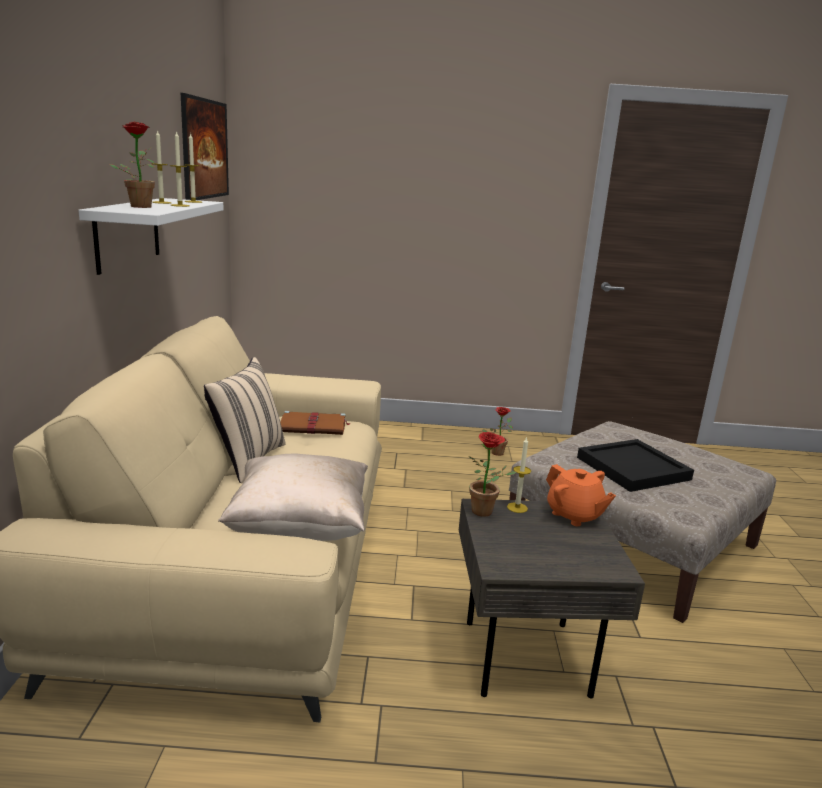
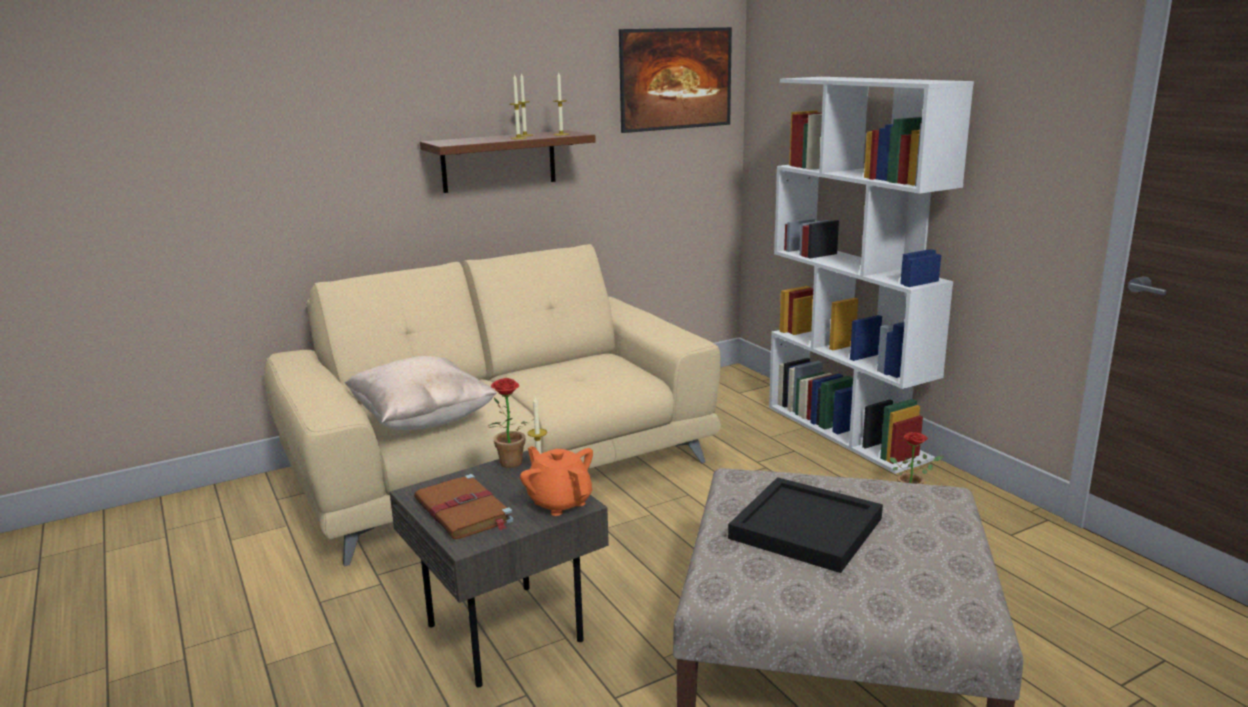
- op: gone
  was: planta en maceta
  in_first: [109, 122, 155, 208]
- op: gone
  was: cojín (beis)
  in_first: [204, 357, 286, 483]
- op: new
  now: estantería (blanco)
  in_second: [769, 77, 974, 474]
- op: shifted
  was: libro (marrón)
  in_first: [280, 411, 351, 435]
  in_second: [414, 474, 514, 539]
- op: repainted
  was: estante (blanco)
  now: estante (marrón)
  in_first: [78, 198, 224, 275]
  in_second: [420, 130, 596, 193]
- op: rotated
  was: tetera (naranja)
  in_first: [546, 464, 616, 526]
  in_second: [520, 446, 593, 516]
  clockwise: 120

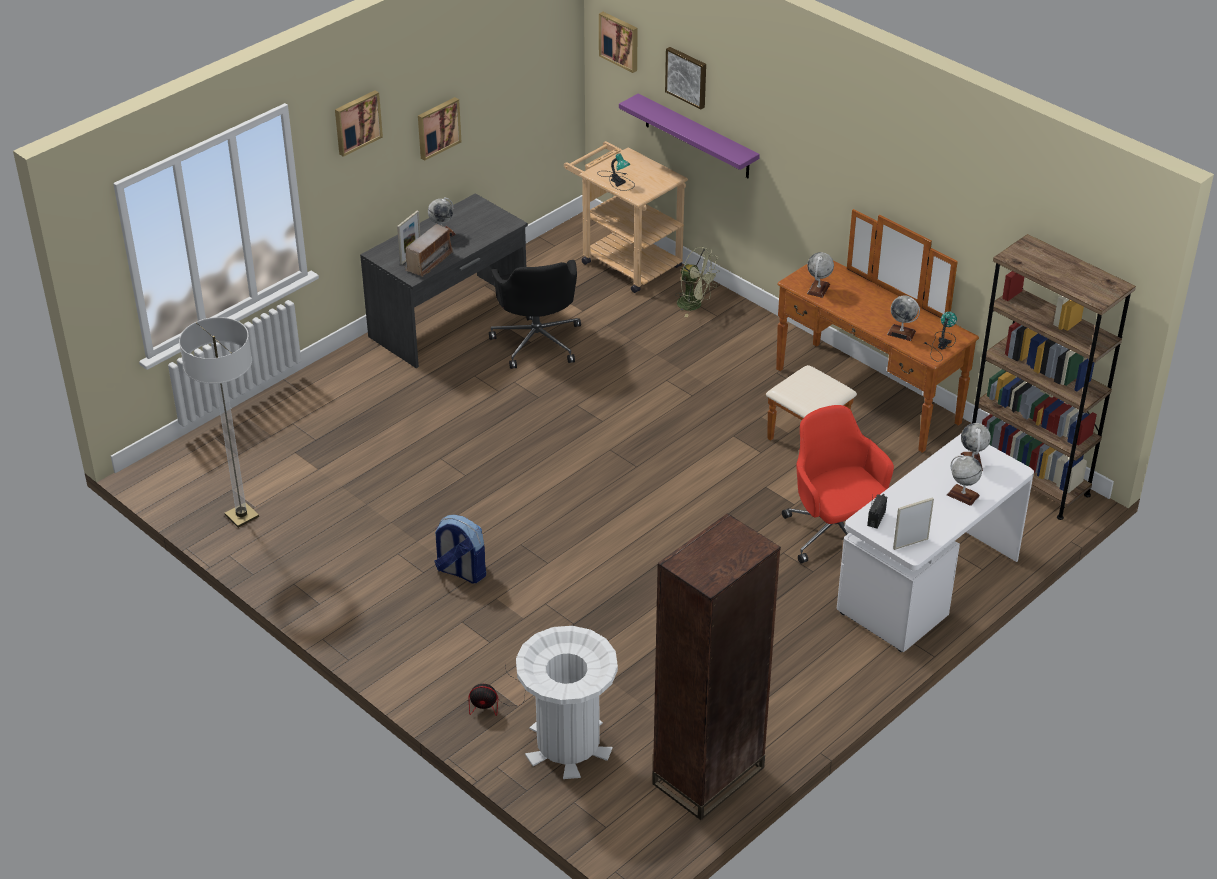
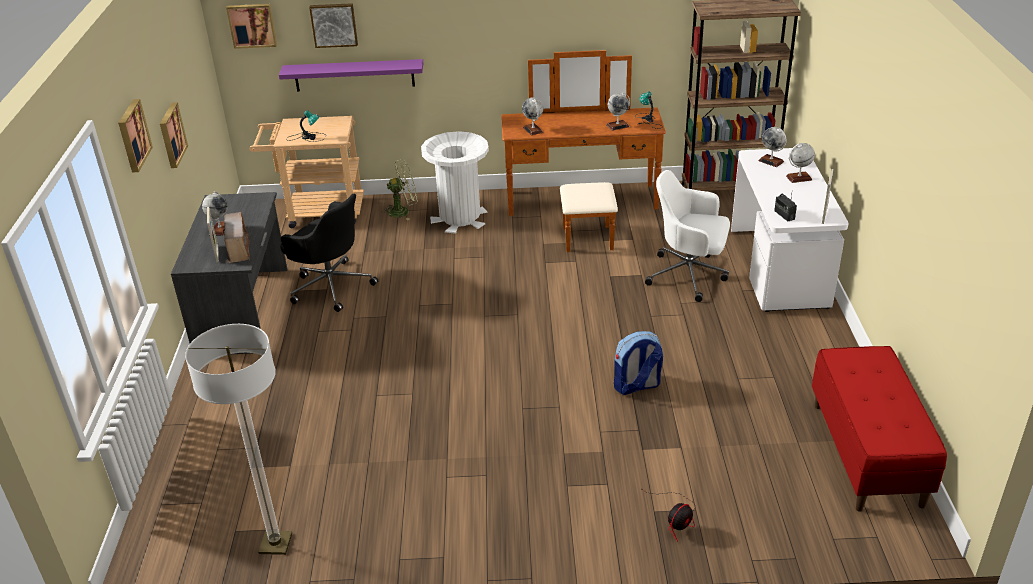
- op: shifted
  was: mochila
  in_first: [434, 515, 486, 584]
  in_second: [614, 331, 663, 395]
- op: shifted
  was: papelera (blanco)
  in_first: [516, 626, 618, 779]
  in_second: [421, 131, 489, 234]
- op: swapped
  was: estantería (marrón)
  now: banco (rojo)
  in_first: [652, 513, 781, 820]
  in_second: [812, 346, 947, 511]
- op: repainted
  was: silla de oficina (rojo)
  now: silla de oficina (blanco)
  in_first: [782, 405, 894, 564]
  in_second: [645, 170, 730, 302]

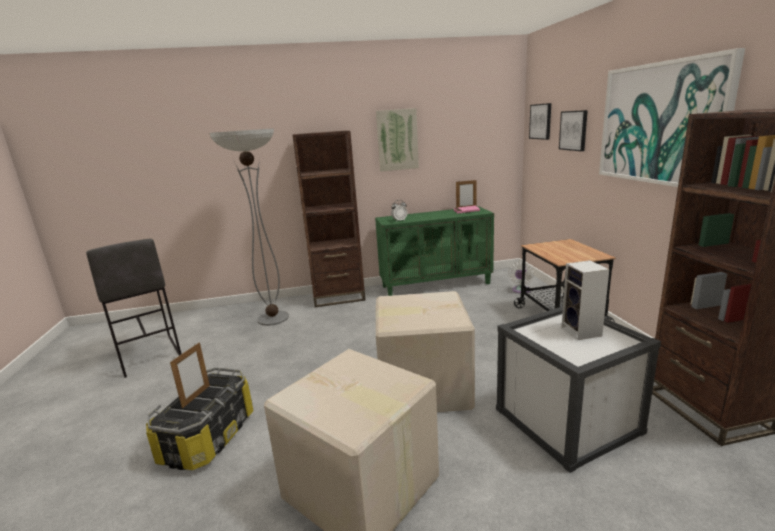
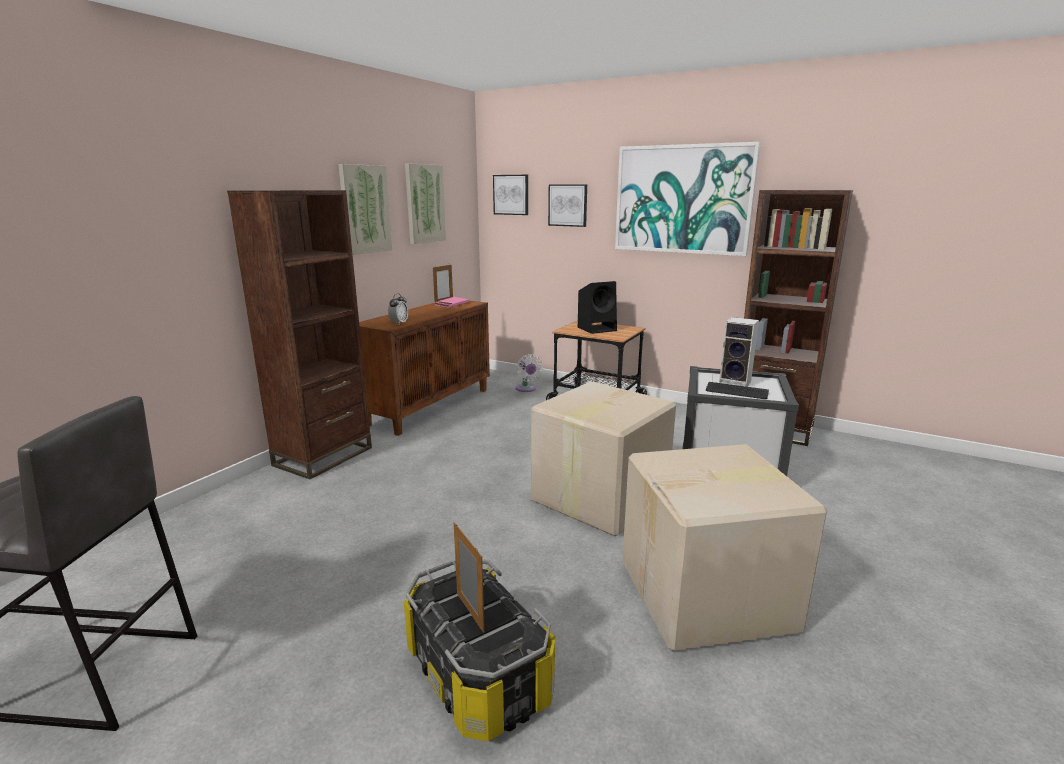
- op: gone
  was: lámpara de pie
  in_first: [209, 128, 289, 326]
- op: new
  now: cuadro
  in_second: [405, 163, 446, 244]
- op: new
  now: altavoz (negro)
  in_second: [578, 281, 617, 334]
- op: new
  now: teclado
  in_second: [706, 382, 769, 399]
- op: repainted
  was: armario (verde)
  now: armario (marrón)
  in_first: [375, 207, 494, 296]
  in_second: [359, 301, 490, 436]

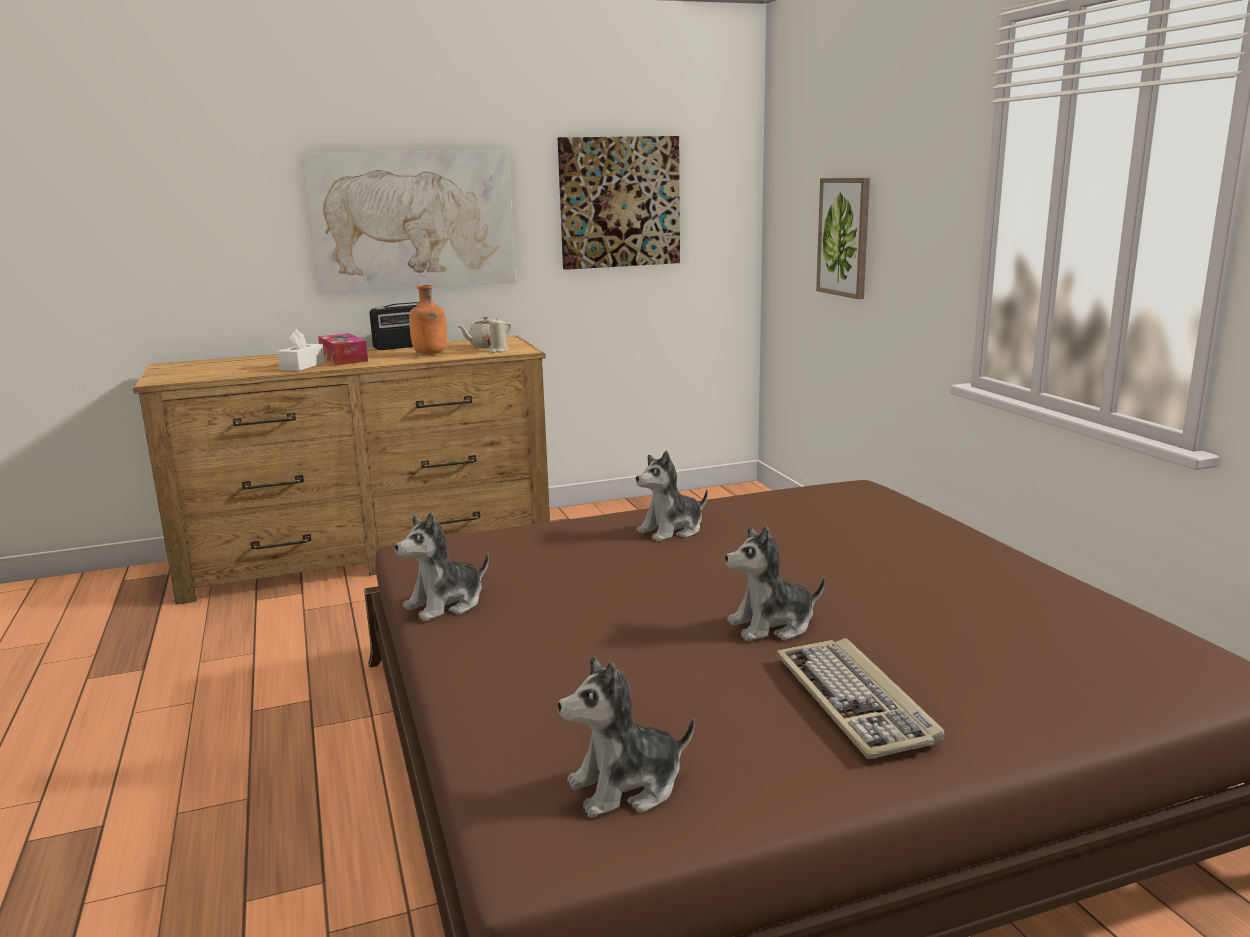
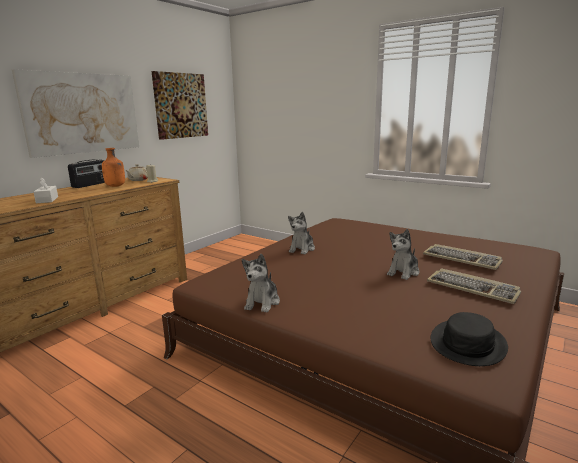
- op: gone
  was: caja de pañuelos
  in_first: [318, 333, 368, 365]
- op: gone
  was: cuadro
  in_first: [816, 178, 870, 299]
- op: new
  now: teclado
  in_second: [423, 244, 503, 270]
- op: swapped
  was: peluche
  now: sombrero (negro)
  in_first: [558, 656, 695, 818]
  in_second: [431, 312, 508, 366]

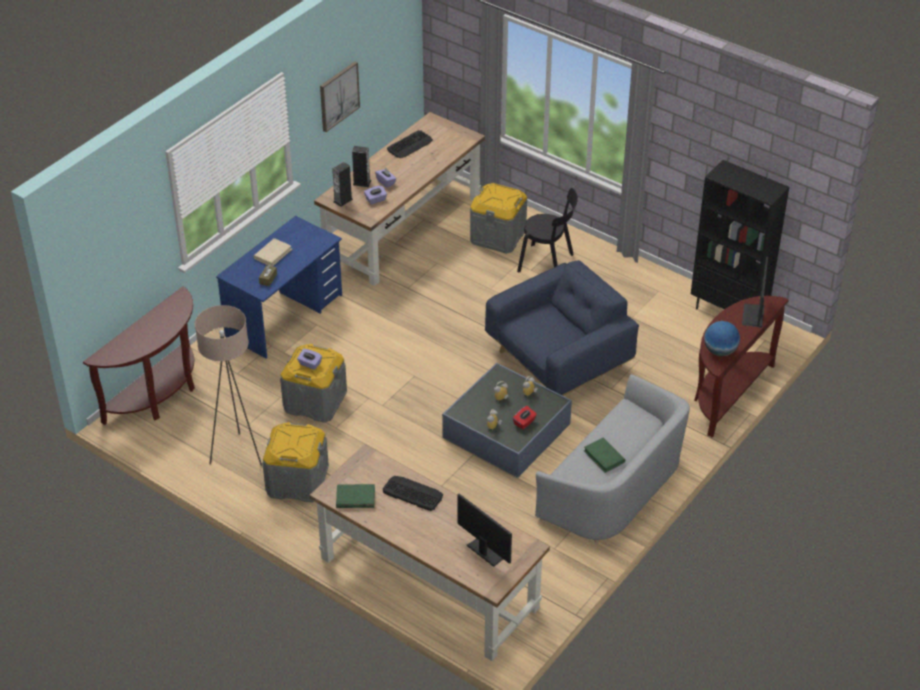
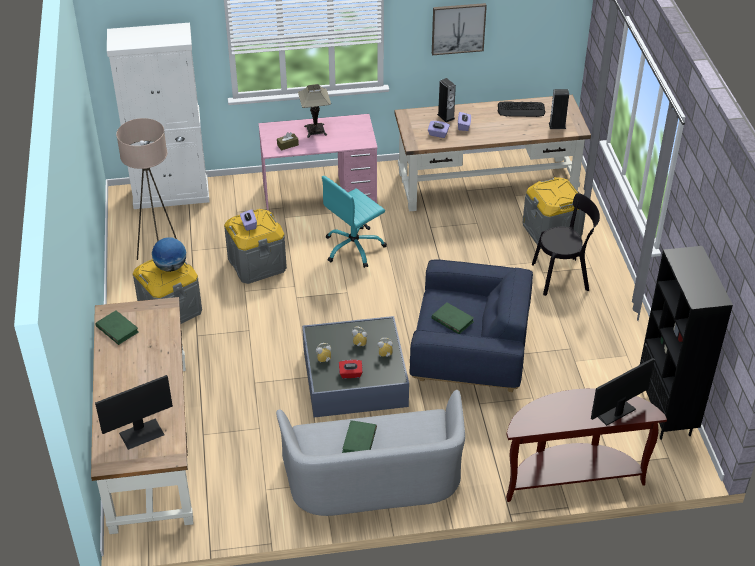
- op: gone
  was: teclado
  in_first: [383, 476, 443, 511]
- op: new
  now: silla de oficina (turquesa)
  in_second: [322, 176, 387, 268]
- op: new
  now: libro (verde)
  in_second: [432, 303, 474, 334]
- op: shifted
  was: altavoz
  in_first: [332, 162, 353, 207]
  in_second: [549, 89, 569, 129]
- op: shifted
  was: globo terráqueo
  in_first: [704, 321, 740, 356]
  in_second: [152, 237, 186, 272]
- op: swapped
  was: mesa consola (marrón)
  now: armario (blanco)
  in_first: [83, 286, 195, 425]
  in_second: [107, 23, 210, 209]
- op: swapped
  was: libro (beis)
  now: lámpara de mesa
  in_first: [254, 238, 292, 266]
  in_second: [298, 84, 331, 138]
- op: repainted
  was: escritorio (azul)
  now: escritorio (rosa)
  in_first: [216, 216, 342, 359]
  in_second: [259, 114, 378, 211]
- op: rotated
  was: monitor
  in_first: [457, 494, 512, 567]
  in_second: [95, 375, 173, 450]
  clockwise: 60
- op: rotated
  was: silla (negro)
  in_first: [517, 188, 578, 272]
  in_second: [532, 193, 600, 296]
  clockwise: -75

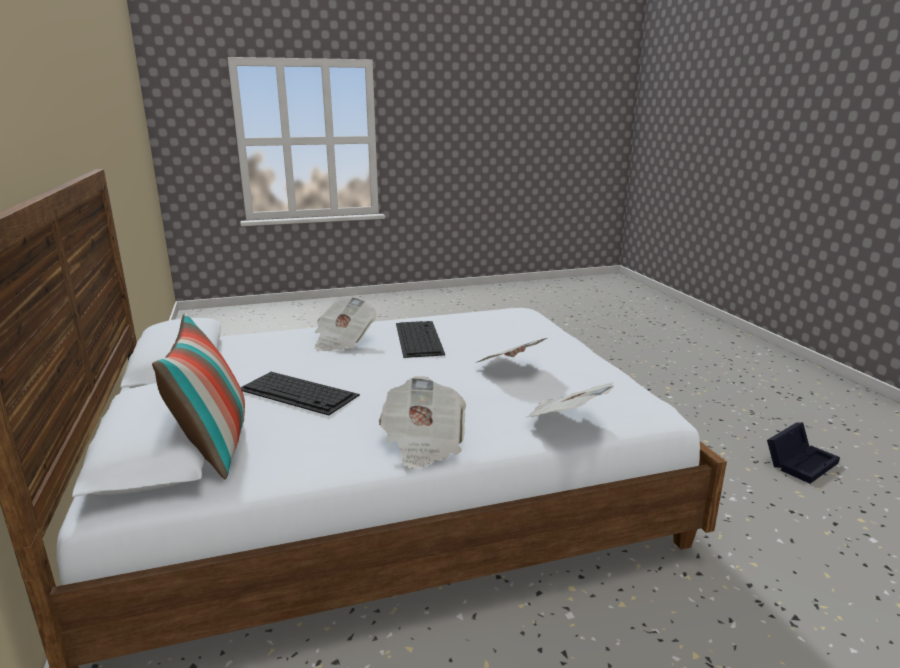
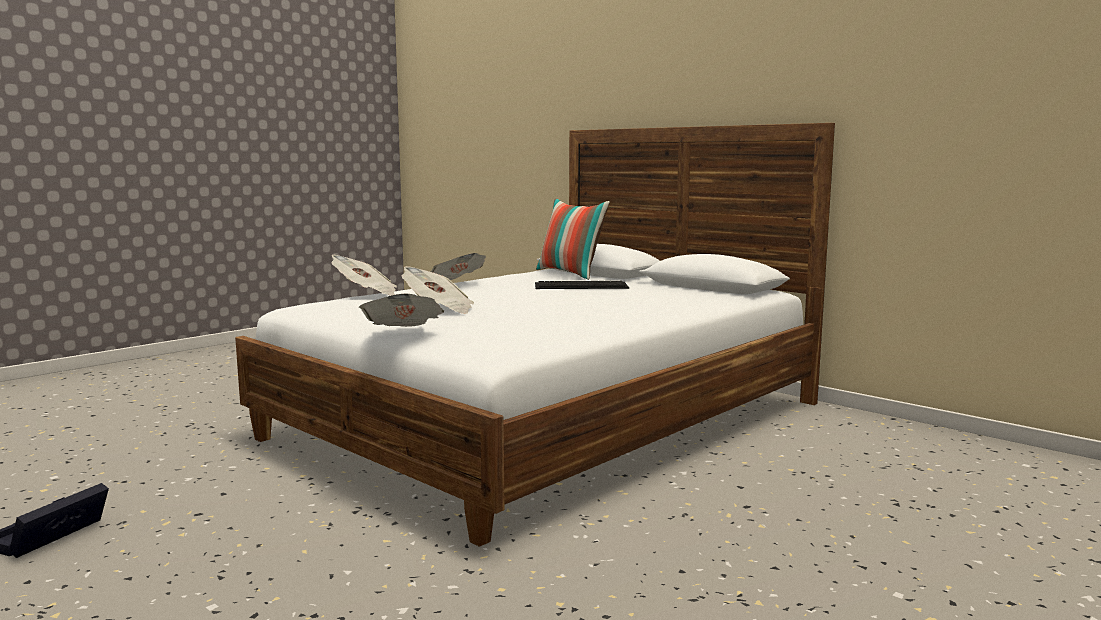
- op: gone
  was: teclado
  in_first: [396, 321, 445, 358]
- op: shifted
  was: periódico
  in_first: [314, 297, 376, 351]
  in_second: [359, 294, 444, 327]

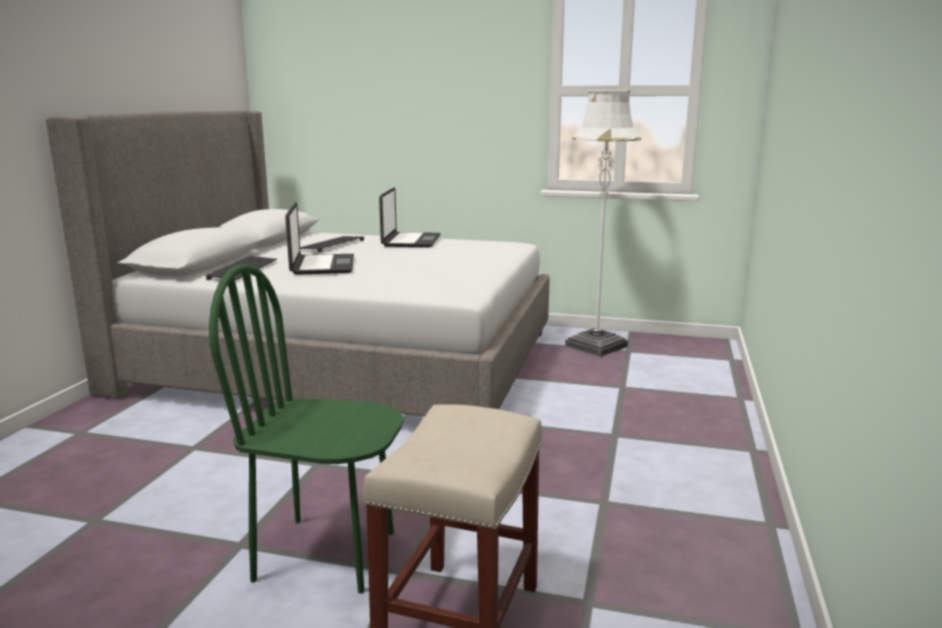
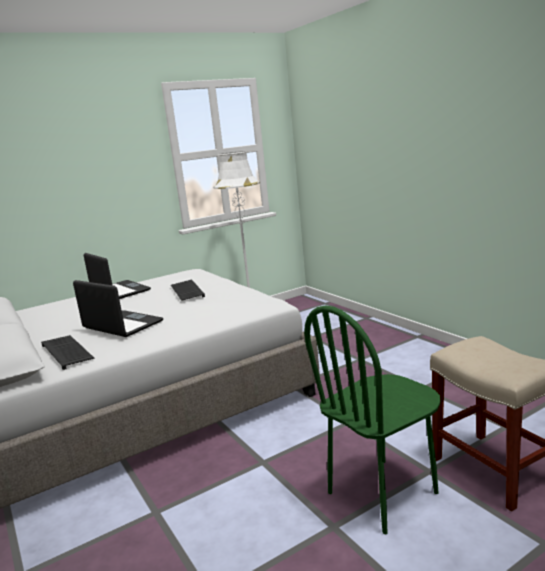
- op: shifted
  was: teclado
  in_first: [300, 236, 364, 252]
  in_second: [171, 279, 205, 301]

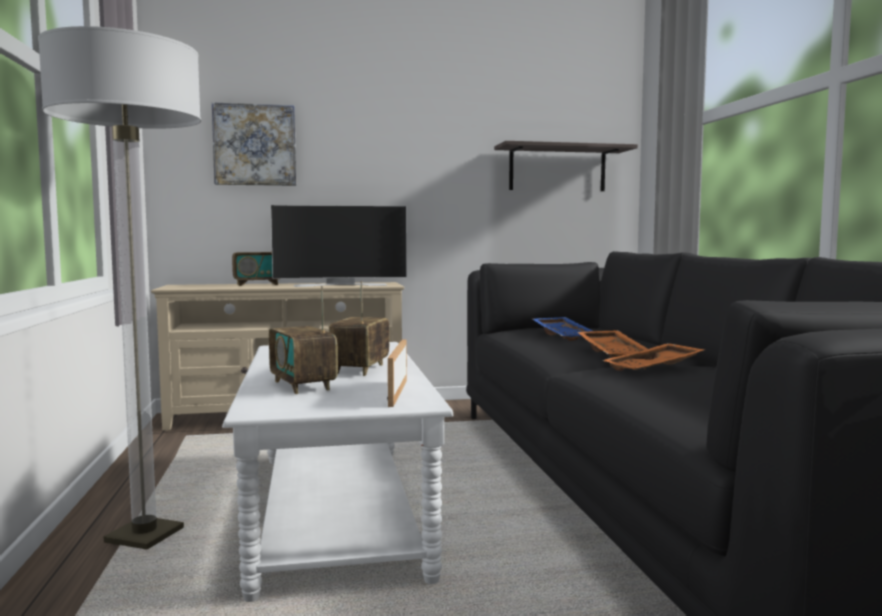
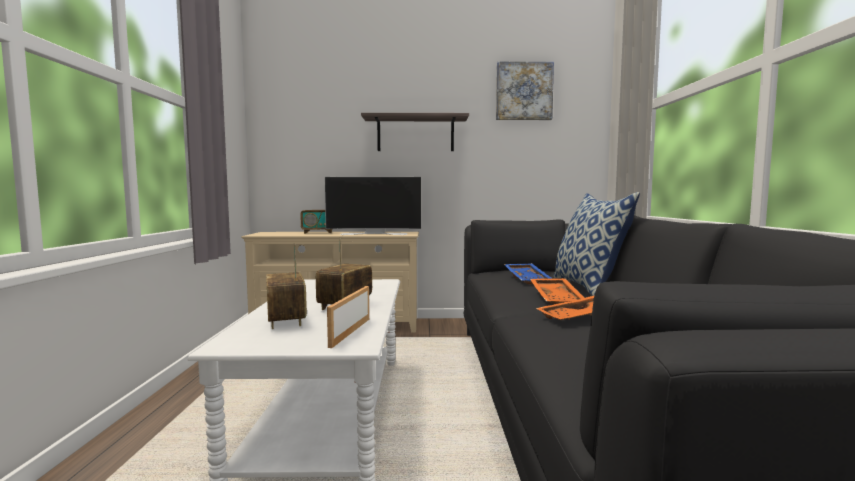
- op: gone
  was: lámpara de pie
  in_first: [38, 26, 201, 550]
- op: new
  now: cojín
  in_second: [554, 192, 640, 296]
- op: shifted
  was: cuadro
  in_first: [212, 102, 296, 186]
  in_second: [496, 62, 554, 120]
- op: shifted
  was: estante
  in_first: [494, 141, 638, 191]
  in_second: [361, 113, 469, 151]

